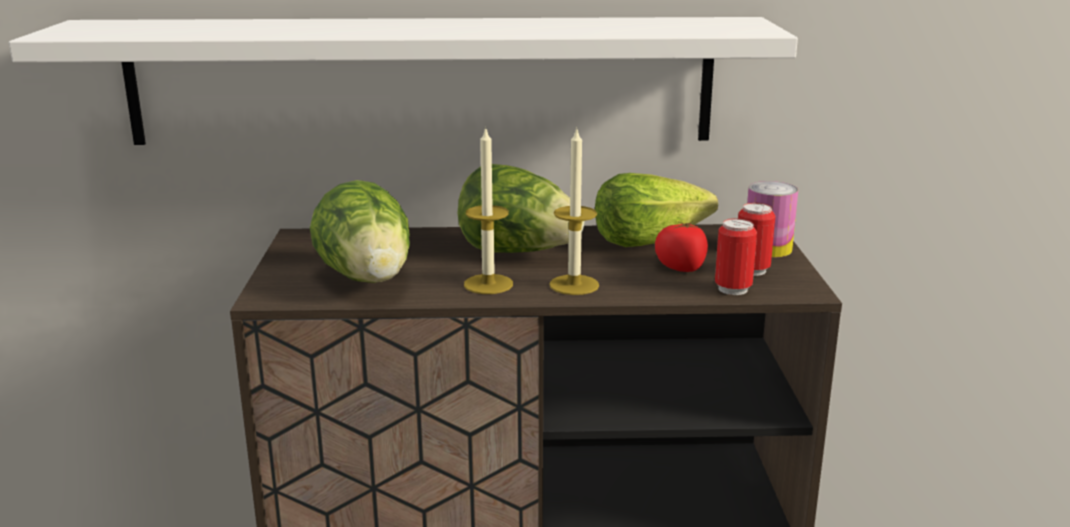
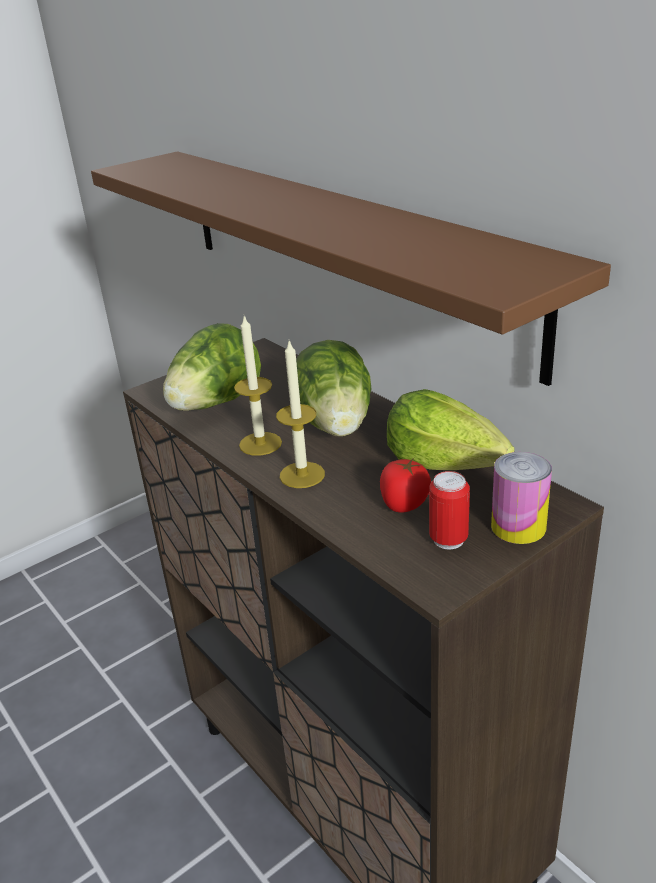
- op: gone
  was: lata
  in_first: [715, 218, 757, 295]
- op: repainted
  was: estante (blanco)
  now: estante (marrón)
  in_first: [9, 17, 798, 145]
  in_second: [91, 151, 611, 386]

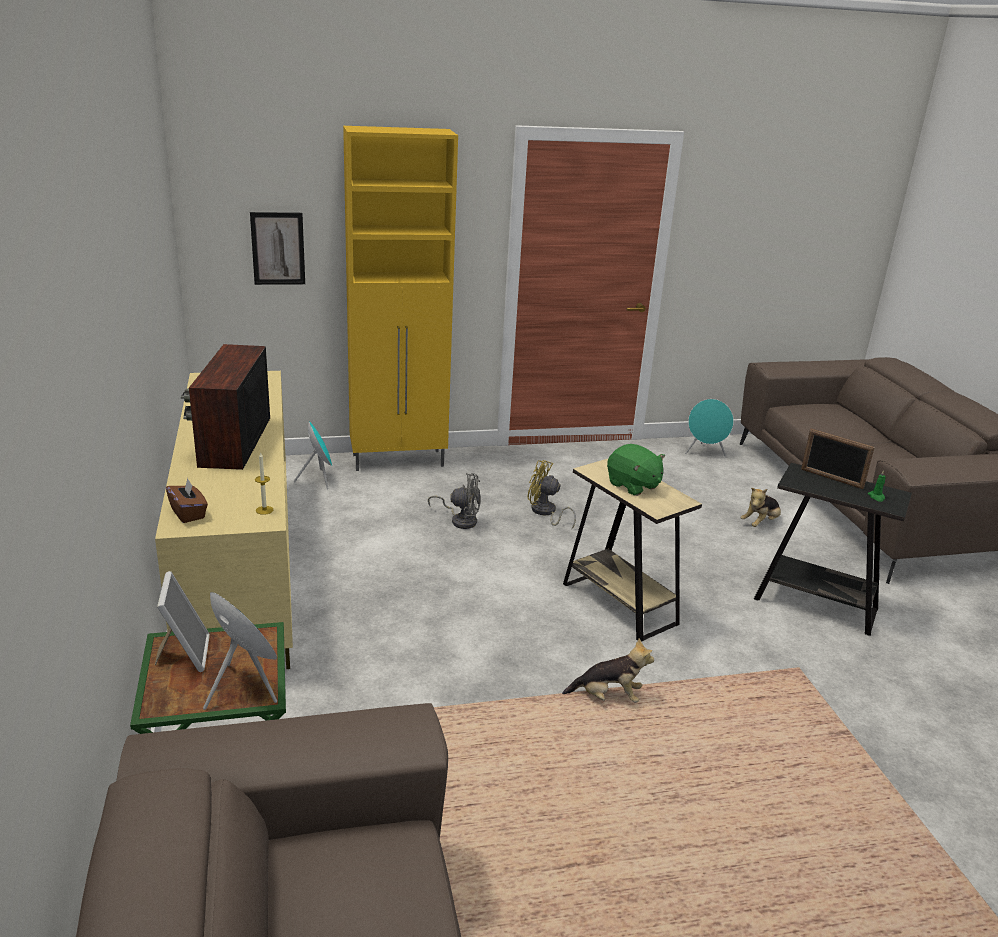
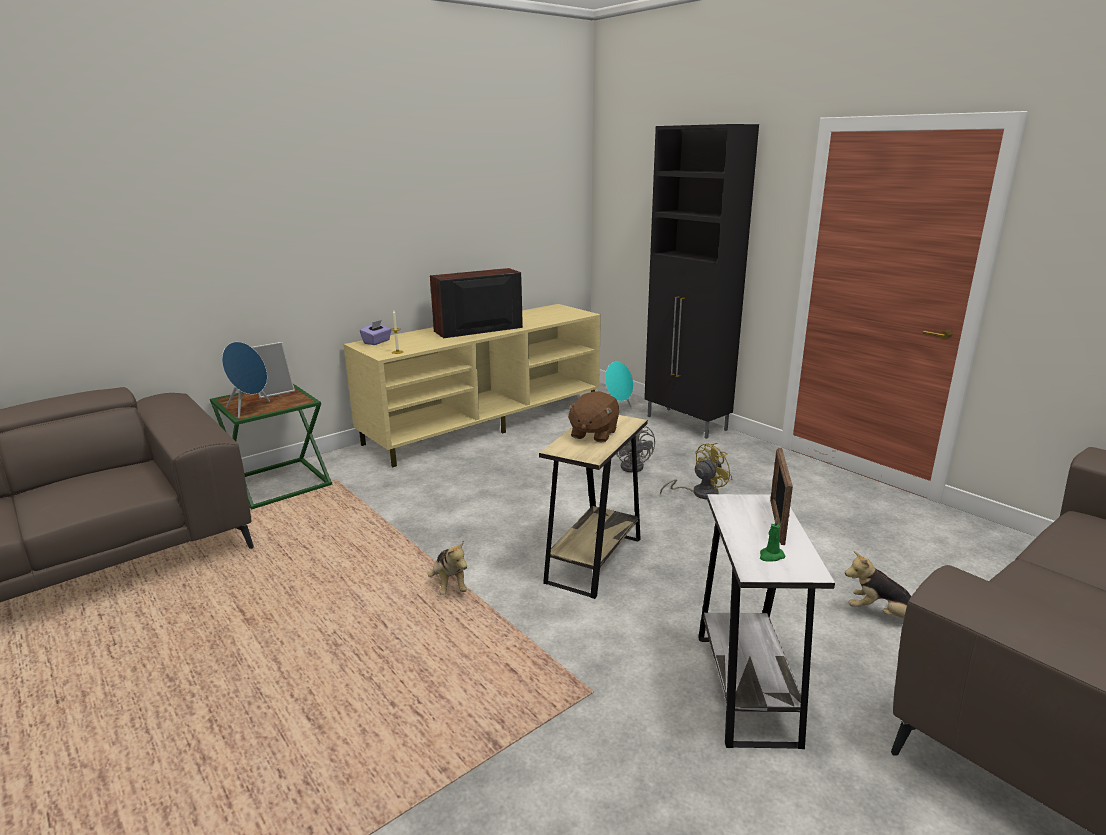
- op: gone
  was: cuadro
  in_first: [250, 212, 305, 285]
- op: gone
  was: altavoz (turquesa)
  in_first: [685, 399, 734, 456]
- op: repainted
  was: caja de pañuelos (marrón)
  now: caja de pañuelos (morado)
  in_first: [166, 478, 208, 523]
  in_second: [360, 320, 391, 345]
- op: repainted
  was: armario (amarillo)
  now: armario (negro)
  in_first: [343, 126, 458, 471]
  in_second: [644, 124, 759, 439]
- op: repainted
  was: peluche (verde)
  now: peluche (marrón)
  in_first: [607, 444, 665, 496]
  in_second: [566, 391, 619, 443]
- op: repainted
  was: mesa auxiliar (negro)
  now: mesa auxiliar (blanco)
  in_first: [754, 463, 912, 636]
  in_second: [698, 494, 835, 749]
- op: rotated
  was: ventilador (amarillo)
  in_first: [527, 460, 576, 529]
  in_second: [660, 443, 732, 499]
  clockwise: 60

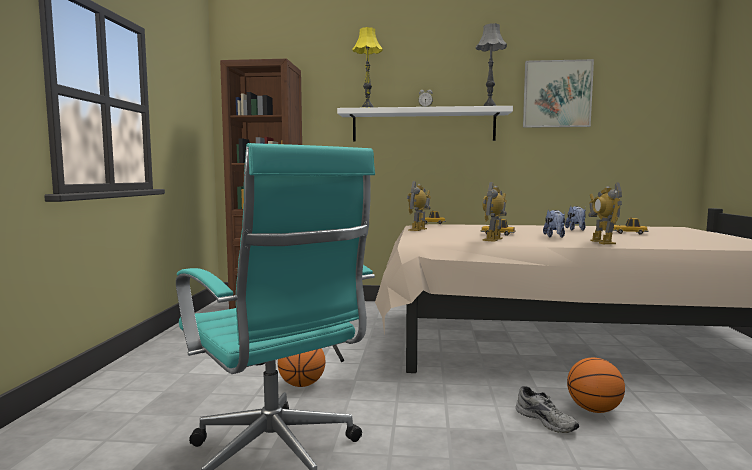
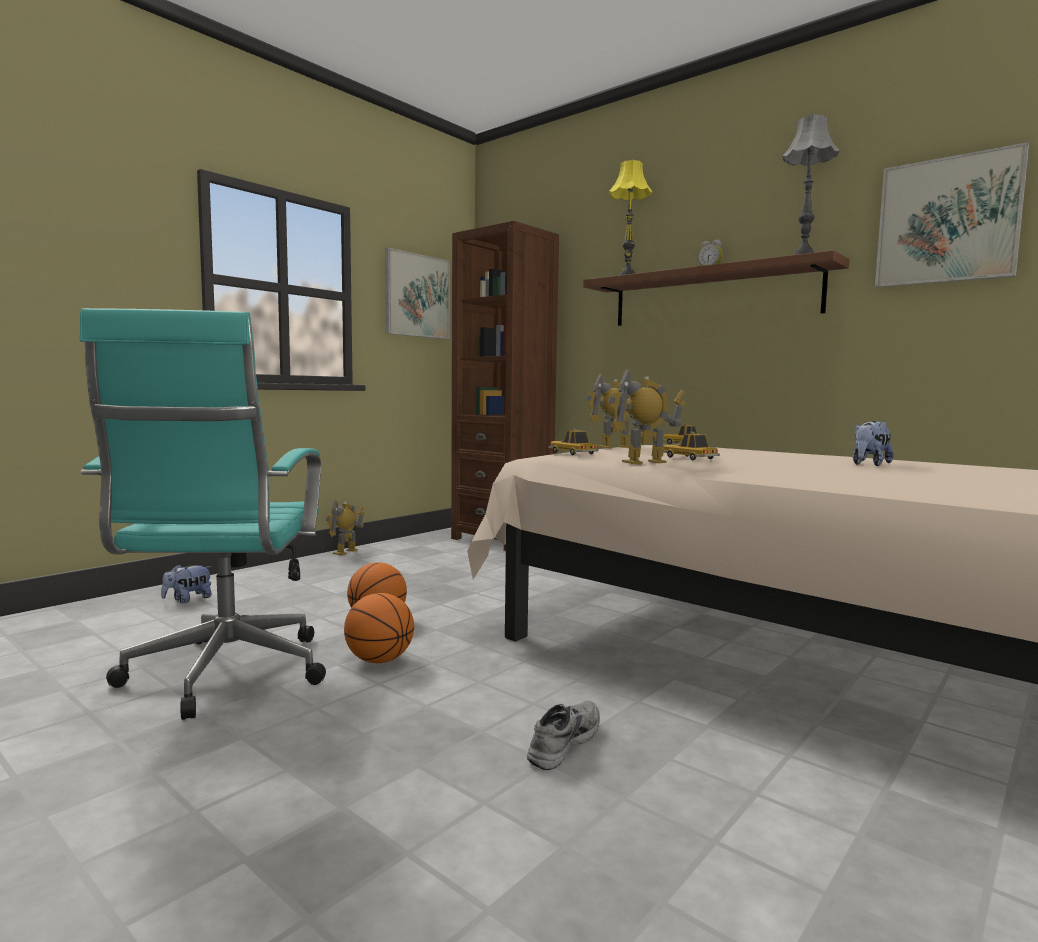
- op: new
  now: cuadro
  in_second: [385, 248, 450, 339]
- op: shifted
  was: peluche
  in_first: [543, 210, 565, 238]
  in_second: [161, 564, 212, 603]
- op: shifted
  was: balón de baloncesto
  in_first: [567, 358, 625, 413]
  in_second: [344, 593, 414, 663]
- op: shifted
  was: robot de juguete
  in_first: [588, 182, 622, 244]
  in_second: [326, 500, 365, 555]
- op: shifted
  was: coche de juguete
  in_first: [613, 217, 649, 235]
  in_second: [548, 429, 599, 455]
- op: repainted
  was: estante (blanco)
  now: estante (marrón)
  in_first: [337, 106, 513, 142]
  in_second: [583, 250, 849, 326]
- op: rotated
  was: zapato (gris)
  in_first: [516, 386, 579, 433]
  in_second: [527, 701, 600, 770]
  clockwise: -150

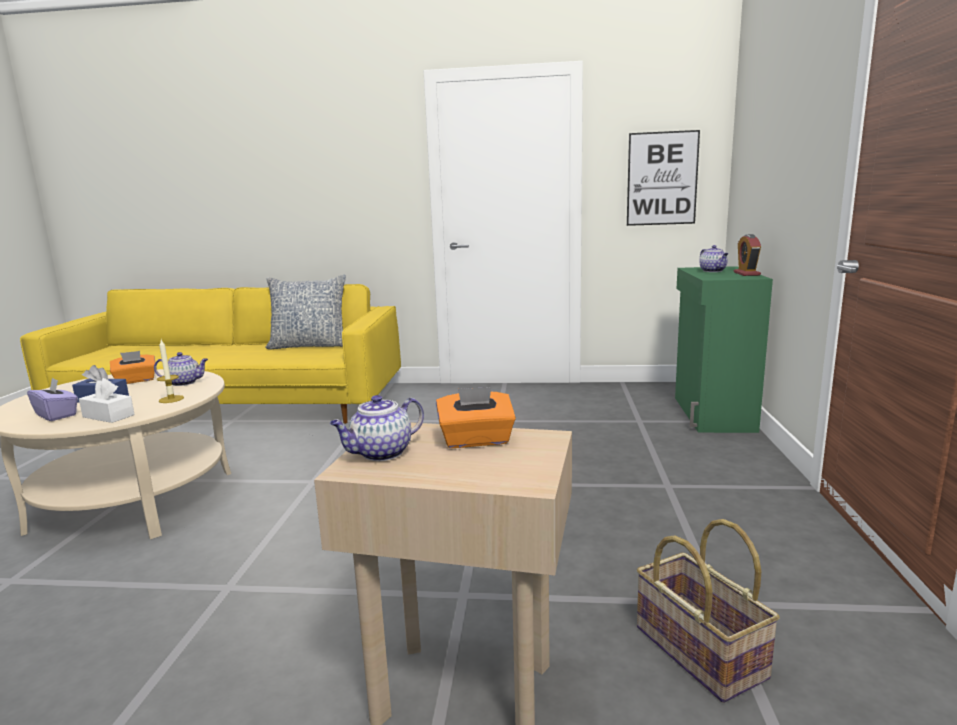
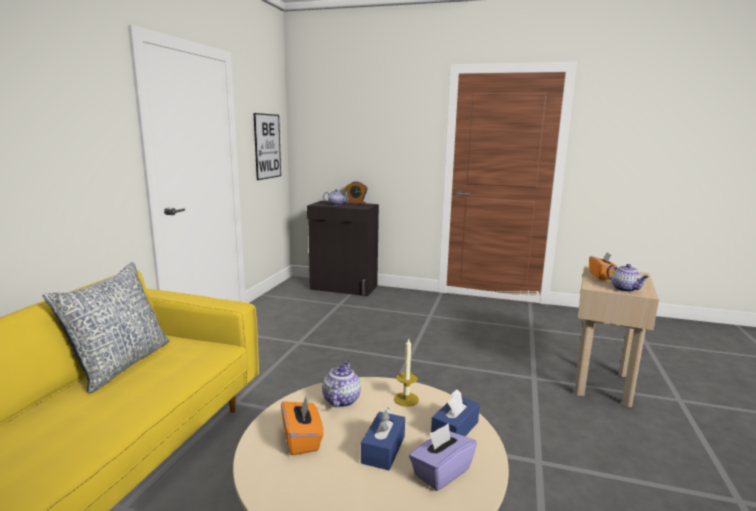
- op: gone
  was: cesta
  in_first: [637, 519, 780, 703]
- op: repainted
  was: caja de pañuelos (blanco)
  now: caja de pañuelos (azul)
  in_first: [79, 378, 135, 423]
  in_second: [431, 389, 480, 436]
- op: repainted
  was: armario (verde)
  now: armario (negro)
  in_first: [675, 266, 773, 433]
  in_second: [307, 201, 379, 296]

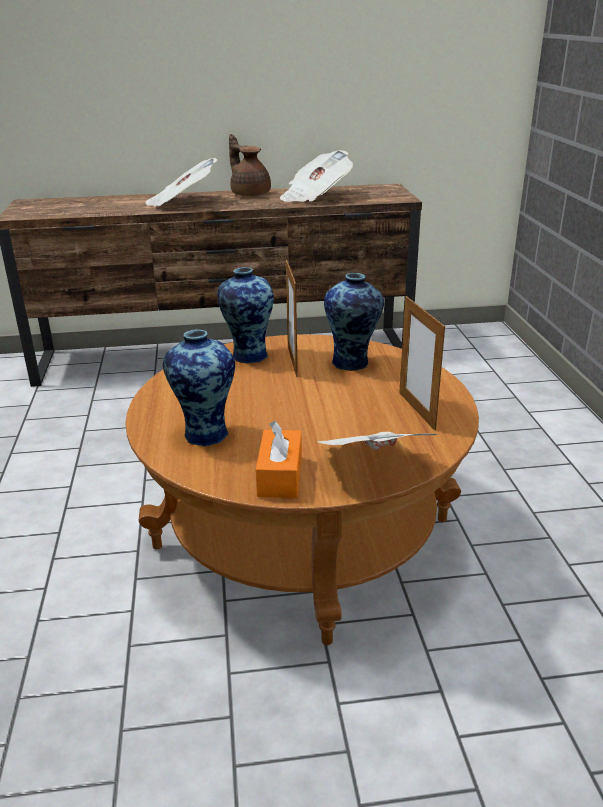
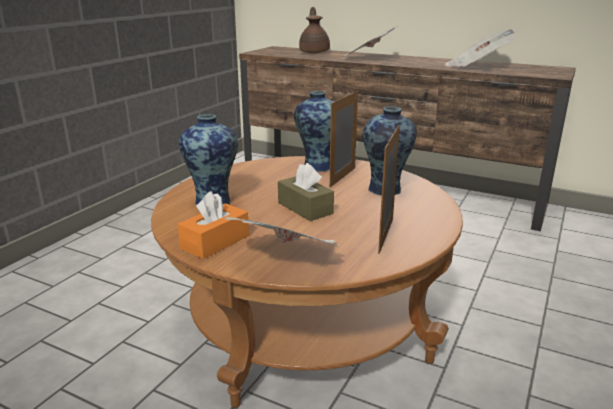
- op: new
  now: caja de pañuelos (marrón)
  in_second: [278, 163, 334, 221]
- op: shifted
  was: tetera (marrón)
  in_first: [229, 134, 271, 197]
  in_second: [299, 7, 330, 53]

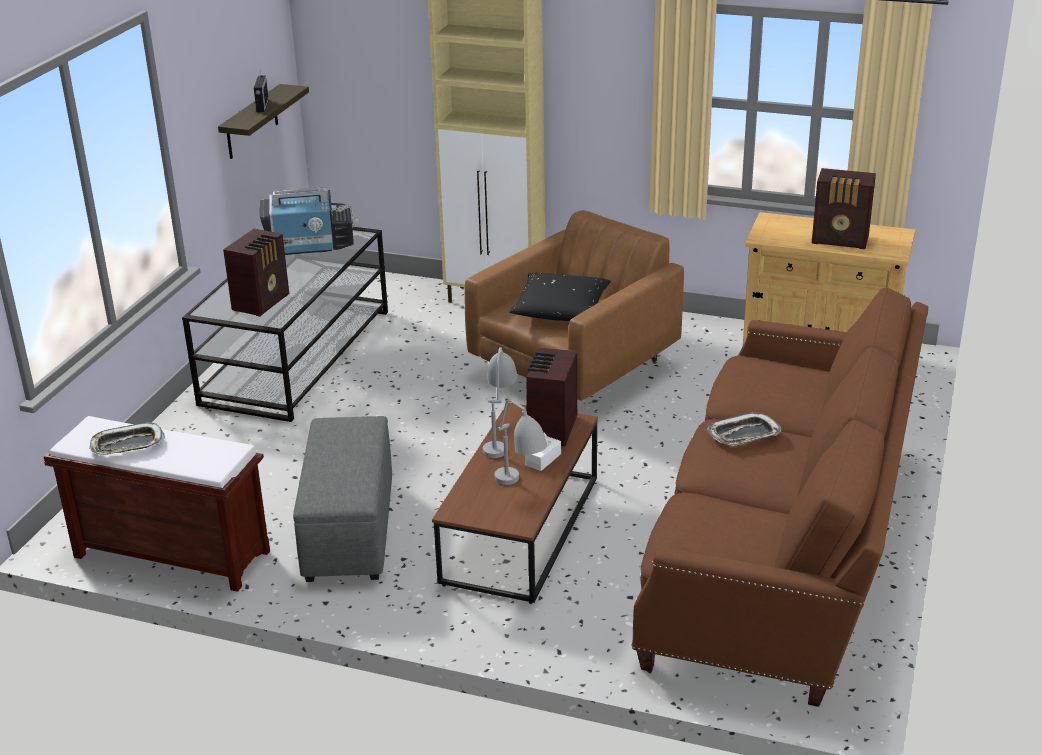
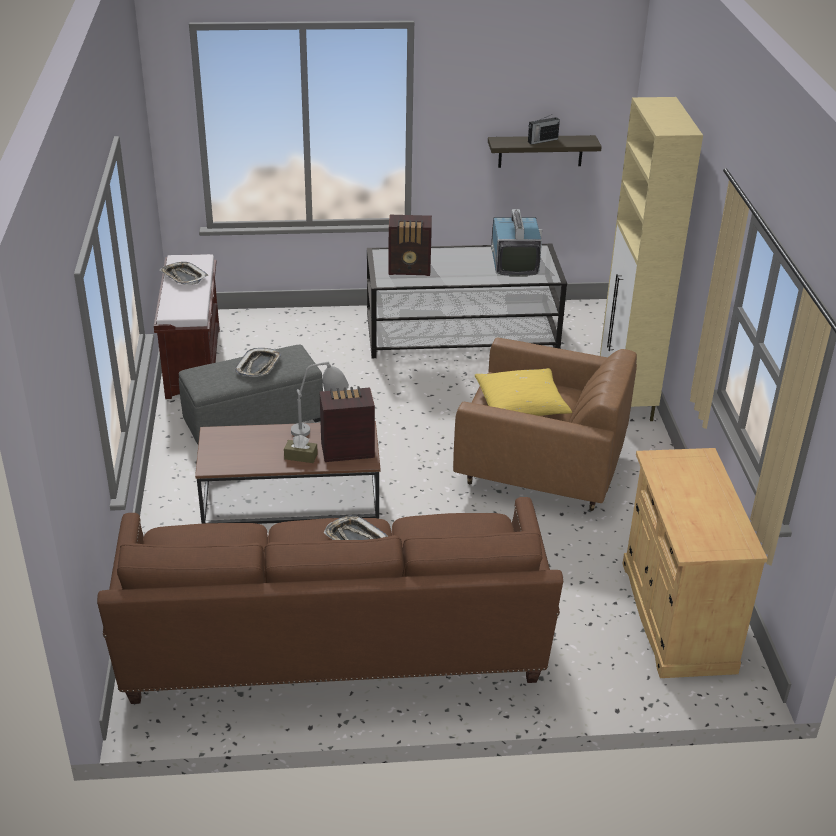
- op: gone
  was: lámpara de mesa (gris)
  in_first: [495, 399, 548, 485]
- op: gone
  was: radio
  in_first: [812, 168, 876, 249]
- op: new
  now: bandeja
  in_second: [235, 348, 281, 377]
- op: repainted
  was: cojín (negro)
  now: cojín (amarillo)
  in_first: [509, 273, 611, 321]
  in_second: [475, 368, 572, 416]
- op: repainted
  was: caja de pañuelos (blanco)
  now: caja de pañuelos (marrón)
  in_first: [525, 433, 561, 471]
  in_second: [284, 435, 318, 463]
- op: rotated
  was: televisor
  in_first: [260, 187, 359, 255]
  in_second: [491, 209, 542, 277]
  clockwise: -150

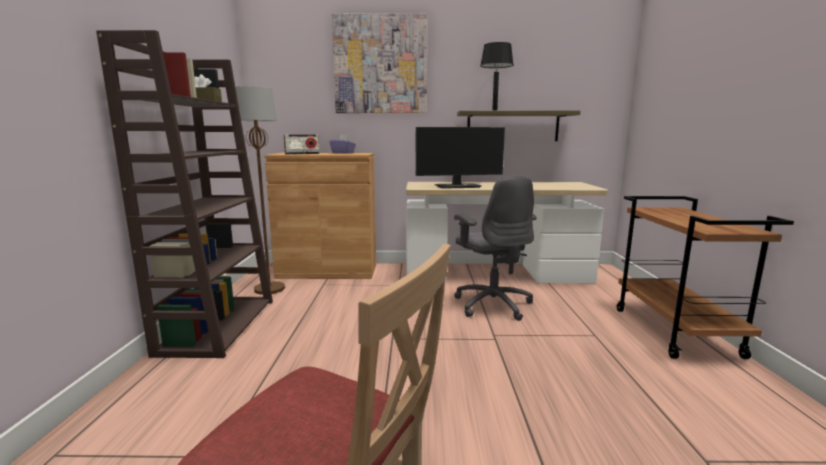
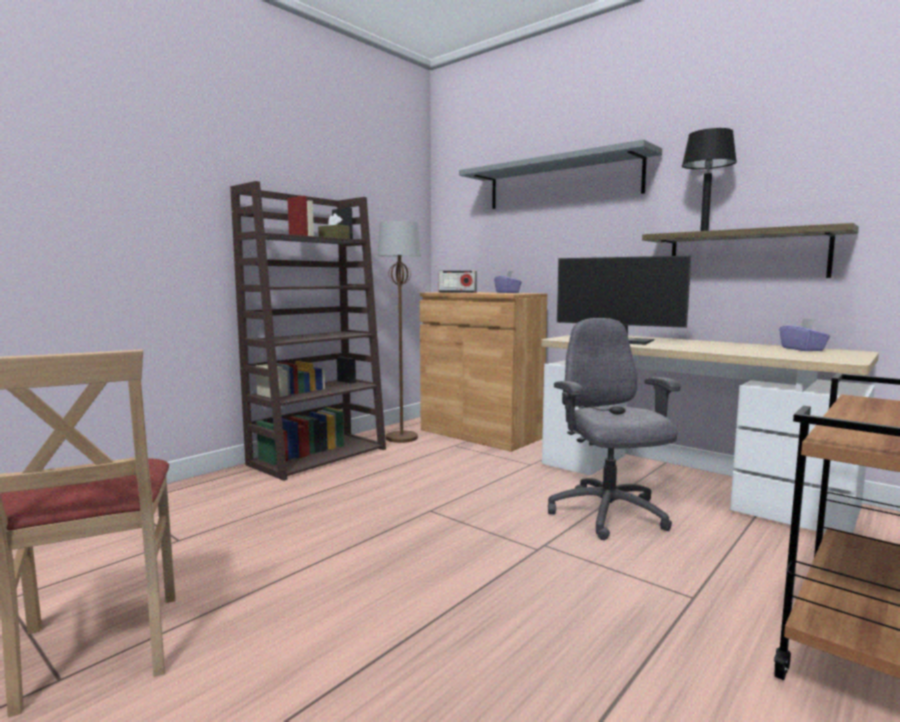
- op: new
  now: caja de pañuelos (morado)
  in_second: [779, 318, 830, 351]
- op: swapped
  was: cuadro
  now: estante (gris)
  in_first: [332, 13, 427, 113]
  in_second: [459, 139, 662, 209]
- op: rotated
  was: silla de oficina (gris)
  in_first: [454, 175, 537, 321]
  in_second: [548, 318, 681, 540]
  clockwise: 150

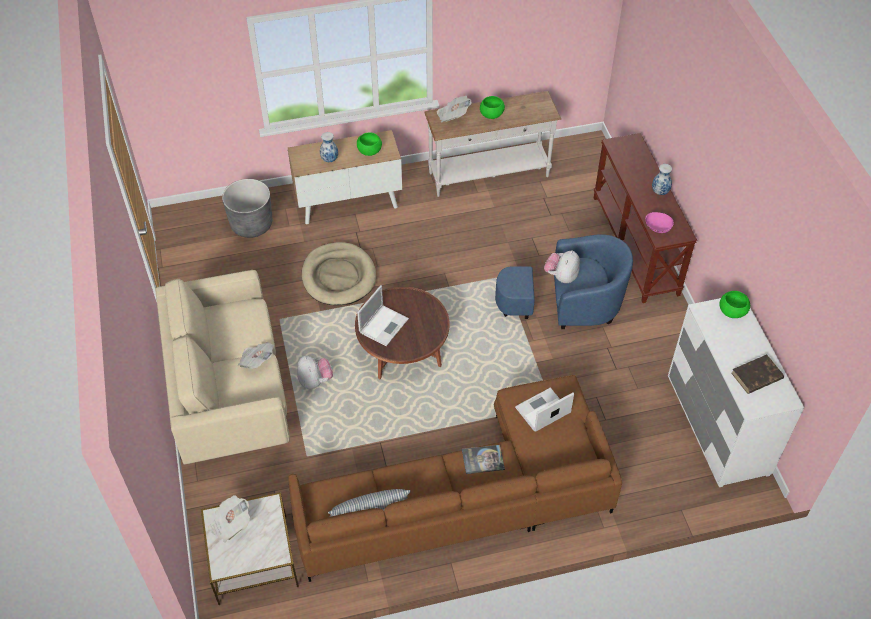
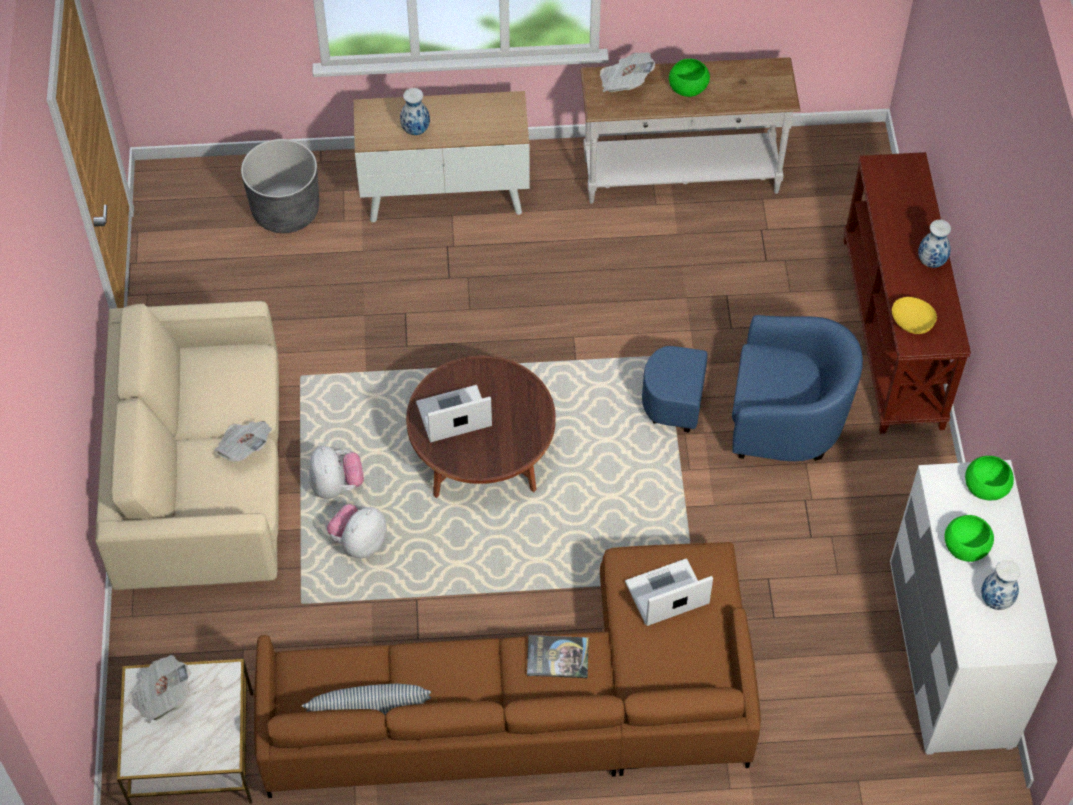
- op: gone
  was: cama para perro (beis)
  in_first: [302, 242, 376, 305]
- op: shifted
  was: cuenco (verde)
  in_first: [357, 132, 382, 156]
  in_second: [945, 515, 994, 562]
- op: shifted
  was: peluche
  in_first: [544, 250, 580, 283]
  in_second: [327, 504, 387, 558]
- op: swapped
  was: libro (marrón)
  now: florero
  in_first: [731, 355, 784, 394]
  in_second: [981, 560, 1020, 610]
- op: repainted
  was: cuenco (rosa)
  now: cuenco (amarillo)
  in_first: [645, 212, 674, 233]
  in_second: [892, 297, 937, 334]
- op: rotated
  was: portátil
  in_first: [357, 285, 409, 346]
  in_second: [416, 385, 492, 442]
  clockwise: -150

